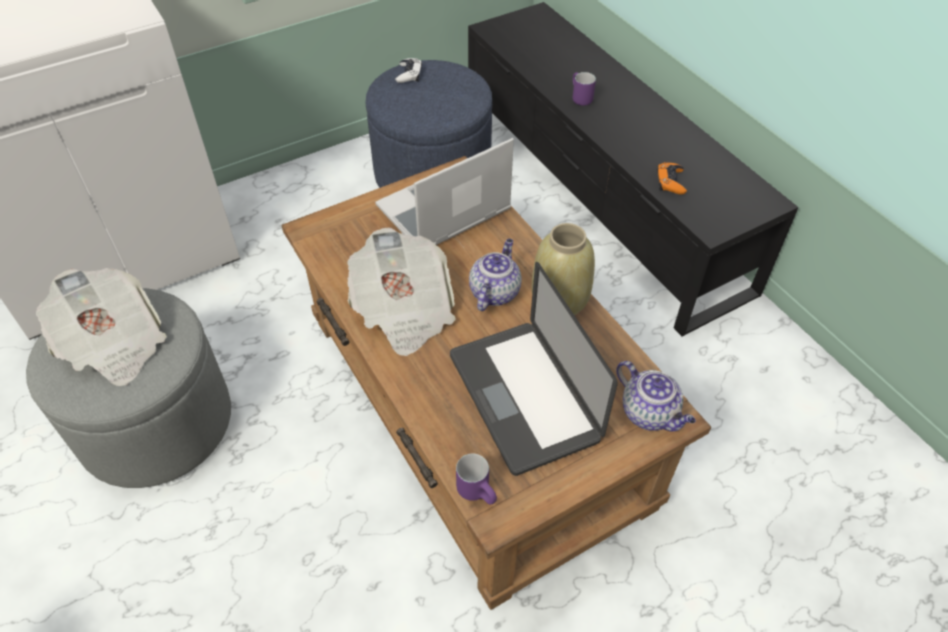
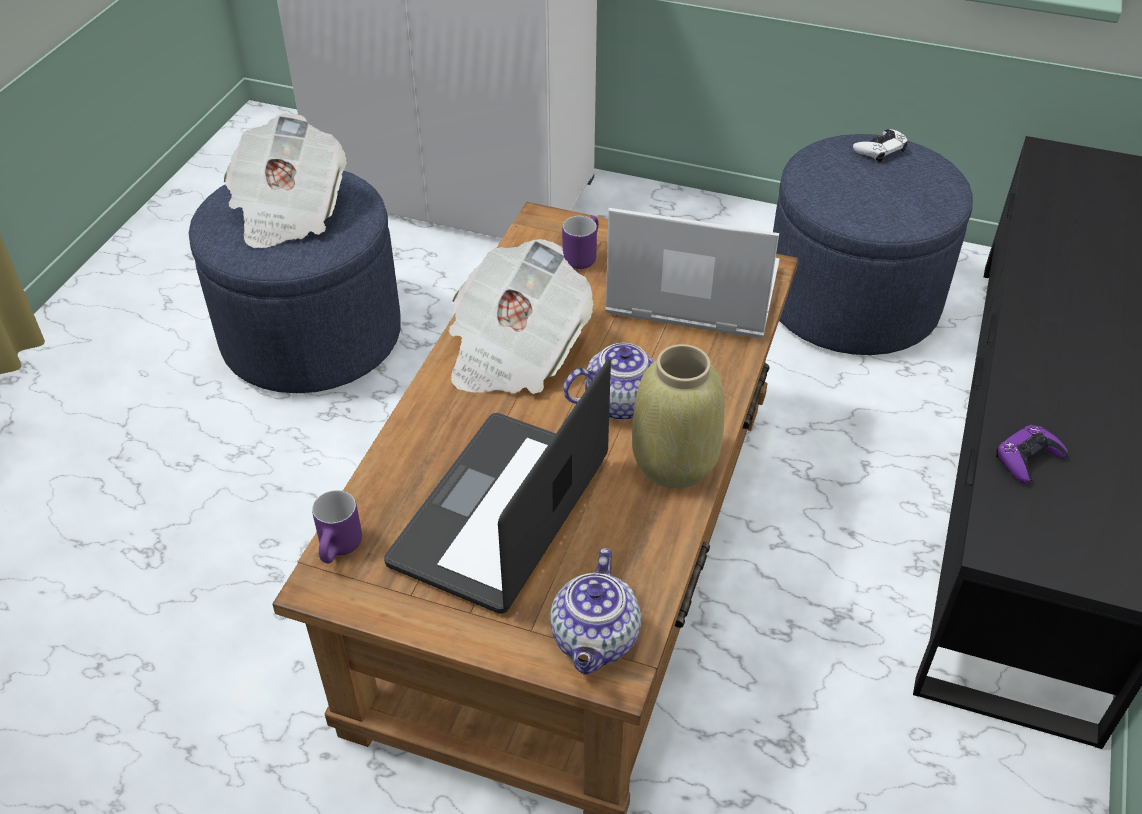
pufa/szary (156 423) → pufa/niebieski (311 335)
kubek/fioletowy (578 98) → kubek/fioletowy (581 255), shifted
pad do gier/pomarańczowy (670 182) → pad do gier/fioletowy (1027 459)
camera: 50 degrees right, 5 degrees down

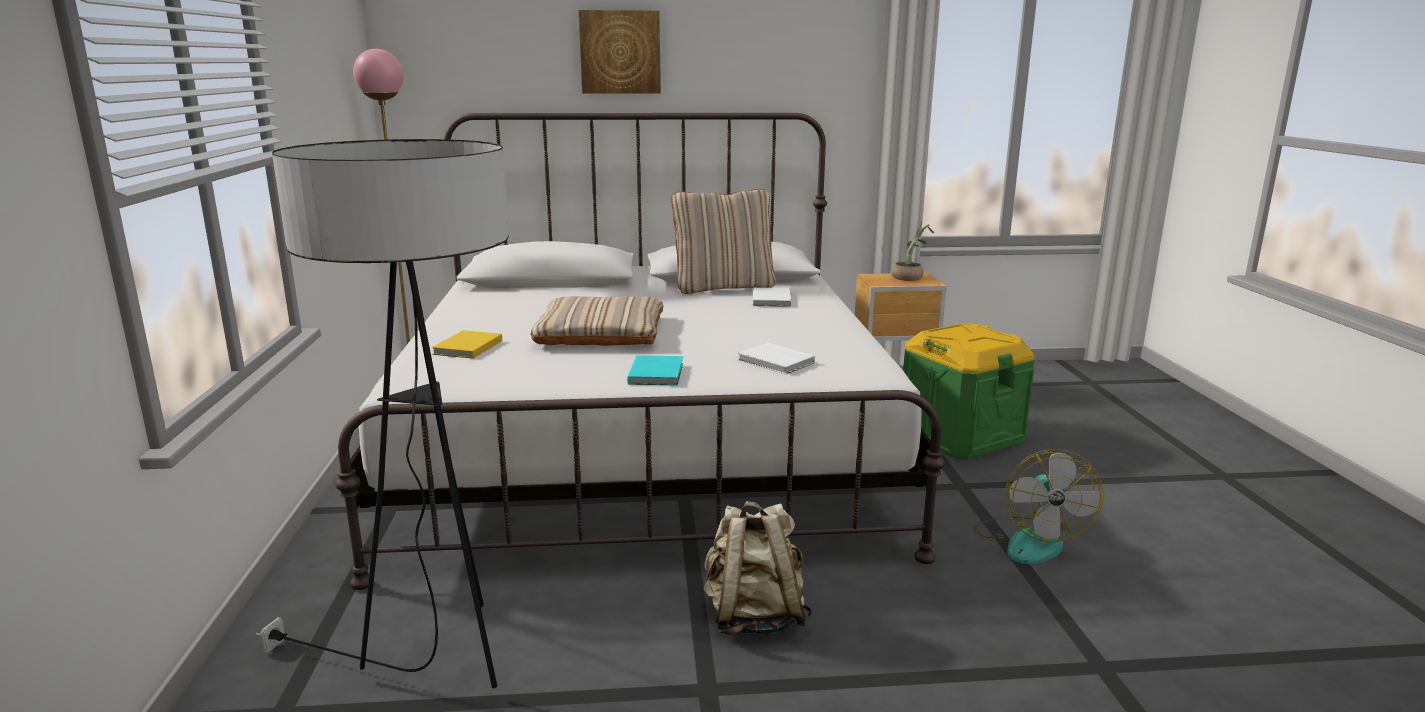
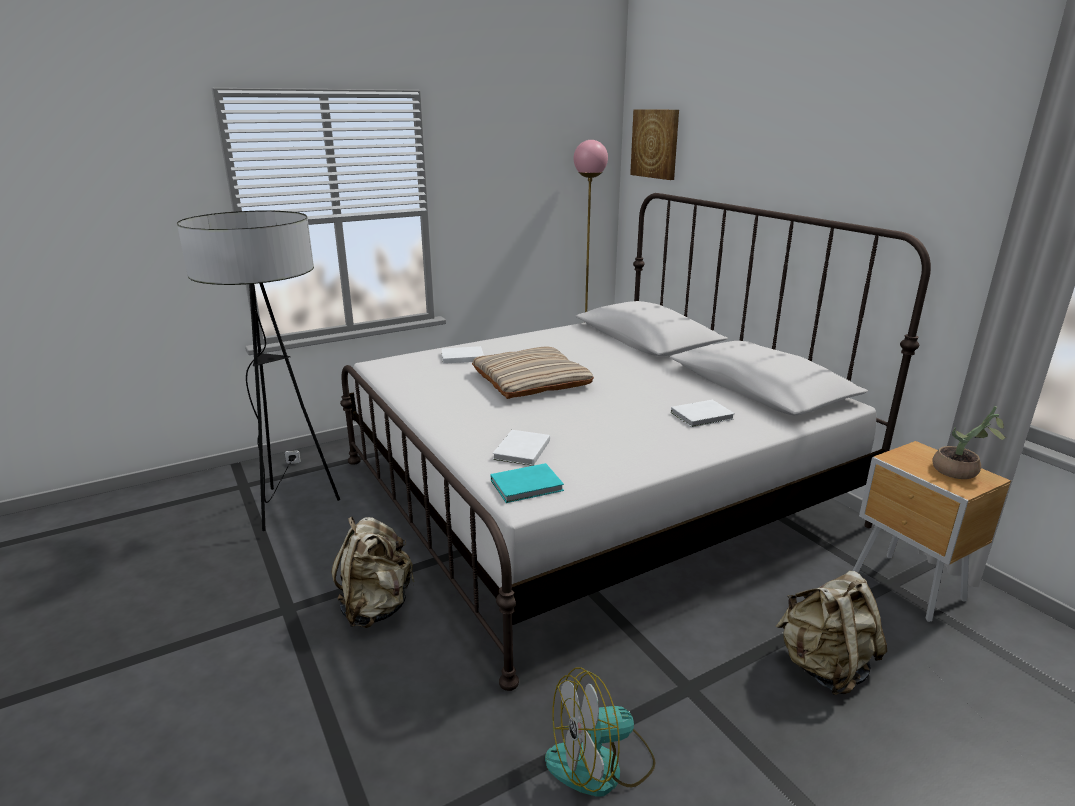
książka/żółty (466 348) → książka/biały (461 357)
obraz (620 52) → obraz (655 144), shifted
książka/turkusowy (657 373) → książka/turkusowy (528 485), shifted
poduszka/beżowy (723 287) → -
pojemnik do przechowywania/zielony (960 435) → plecak/beżowy (824 667)
camera: 65 degrees right, 5 degrees up

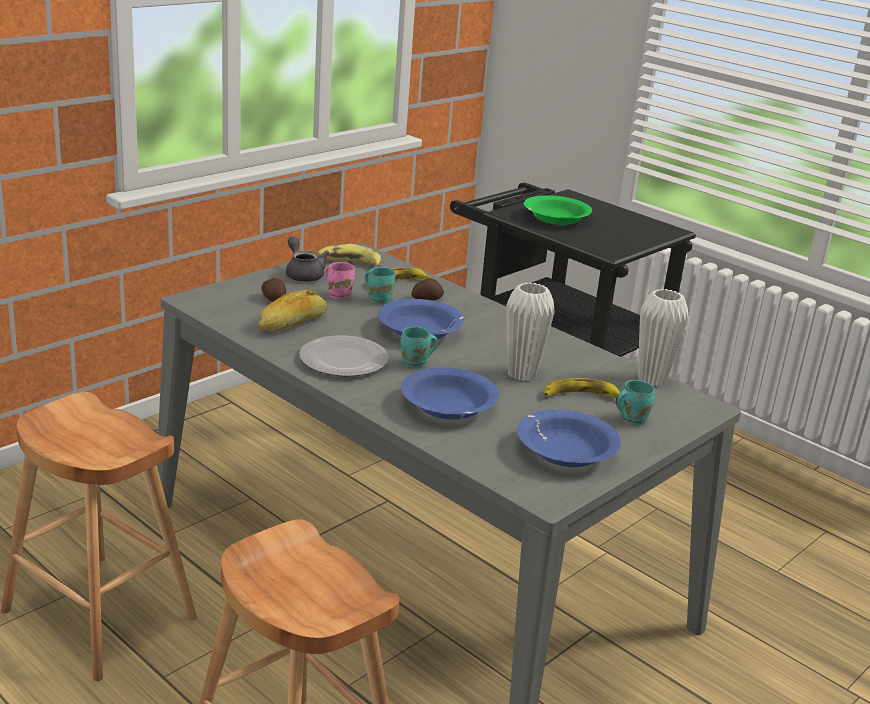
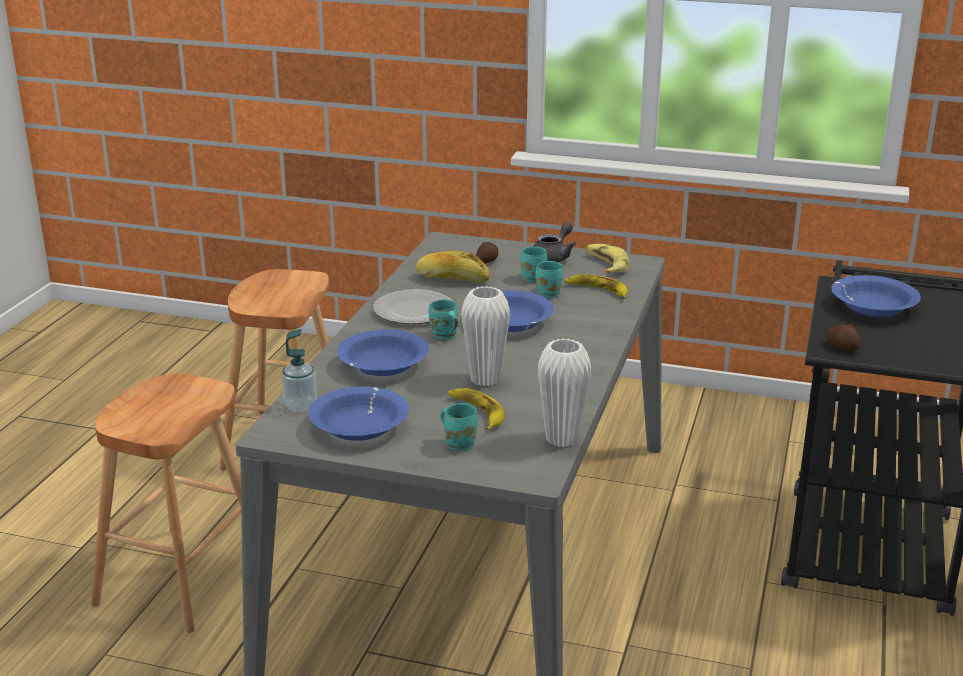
kubek/różowy (339 294) → kubek/turkusowy (534 278)
ziemniak (426 298) → ziemniak (842 347), shifted
miska/zielony (556 219) → miska/niebieski (873 307)
- → dozownik mydła (300 406)
camera: 65 degrees right, 0 degrees up

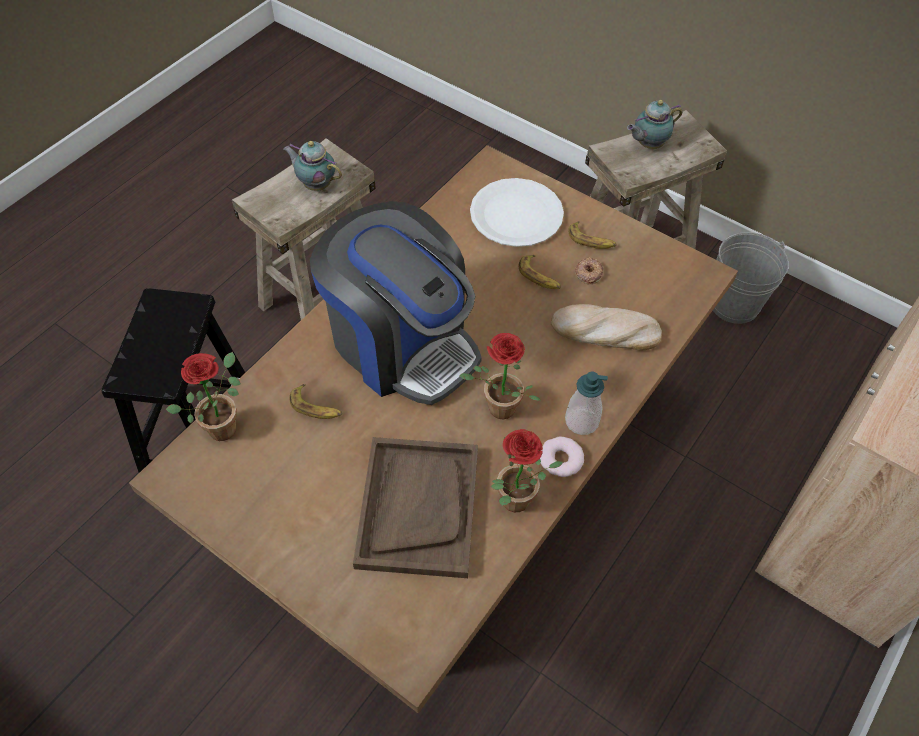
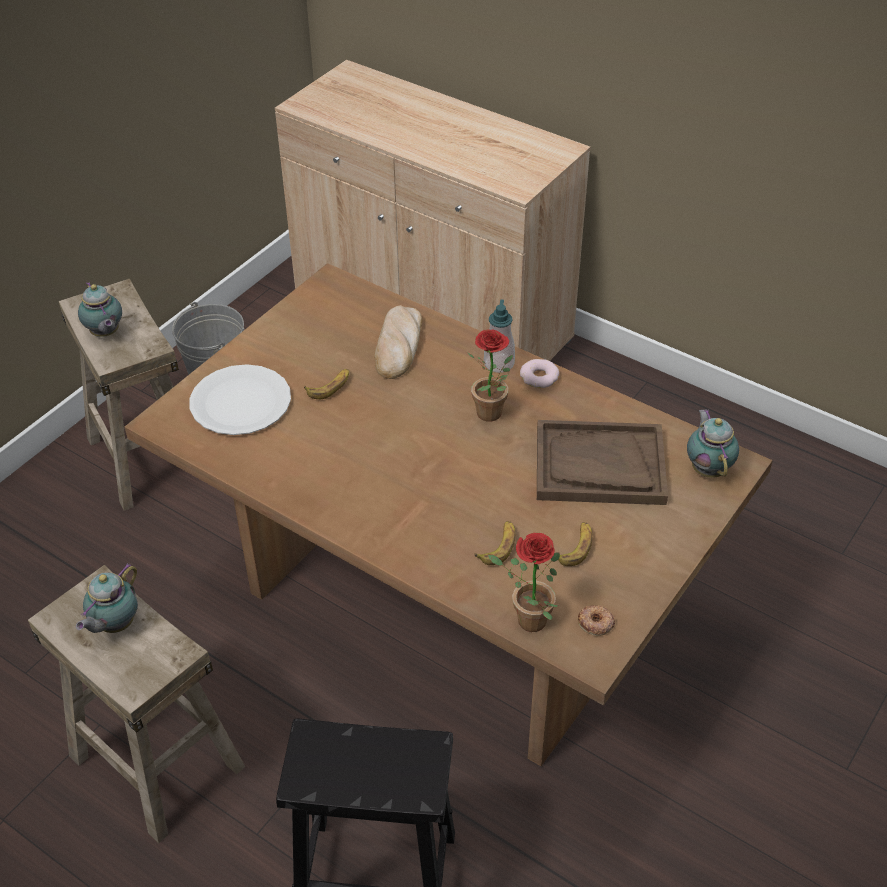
ekspres do kawy (401 343) → -
roślina doniczkowa (515 505) → -
banan (591 240) → banan (575 547), shifted
donut (588 273) → donut (595 623), shifted
- → imbryk (708 468)
camera: 90 degrees left, 10 degrees down

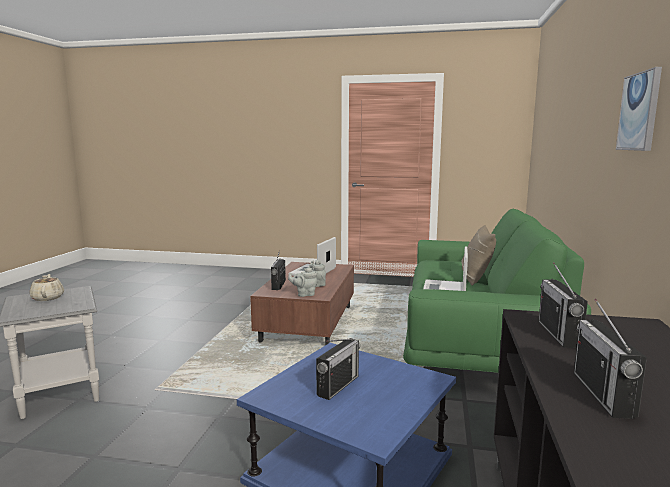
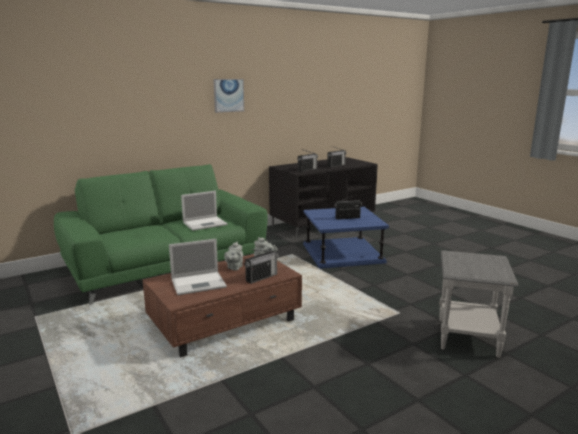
imbryk/beżowy (48 298) → -
poduszka/beżowy (475 278) → -
camera: 135 degrees left, 5 degrees up

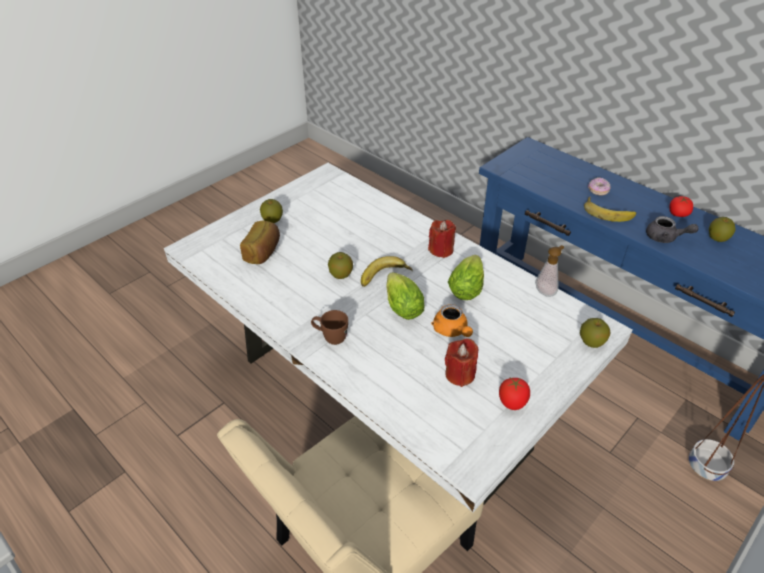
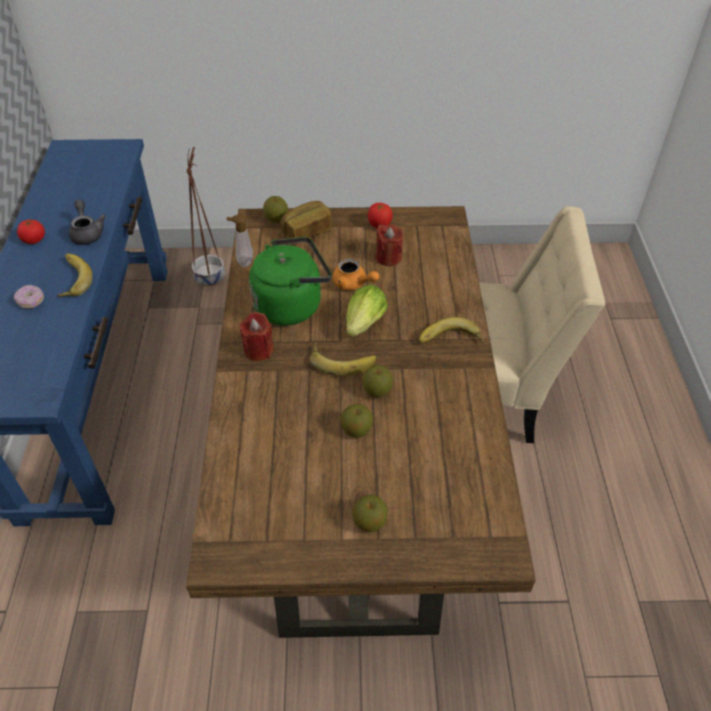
stół jadalny/biały (384 404) → stół jadalny/brązowy (354 476)
chleb (263 252) → chleb (306 231), shifted
kubek/brązowy (330 338) → banan (450 340)
imbryk/pomarańczowy (451 331) → imbryk/pomarańczowy (353 284), 105 degrees clockwise
sałata (467 287) → czajnik/zielony (291 305)
jabłko (717 238) → jabłko (356 430), shifted
camera: 135 degrees left, 5 degrees up

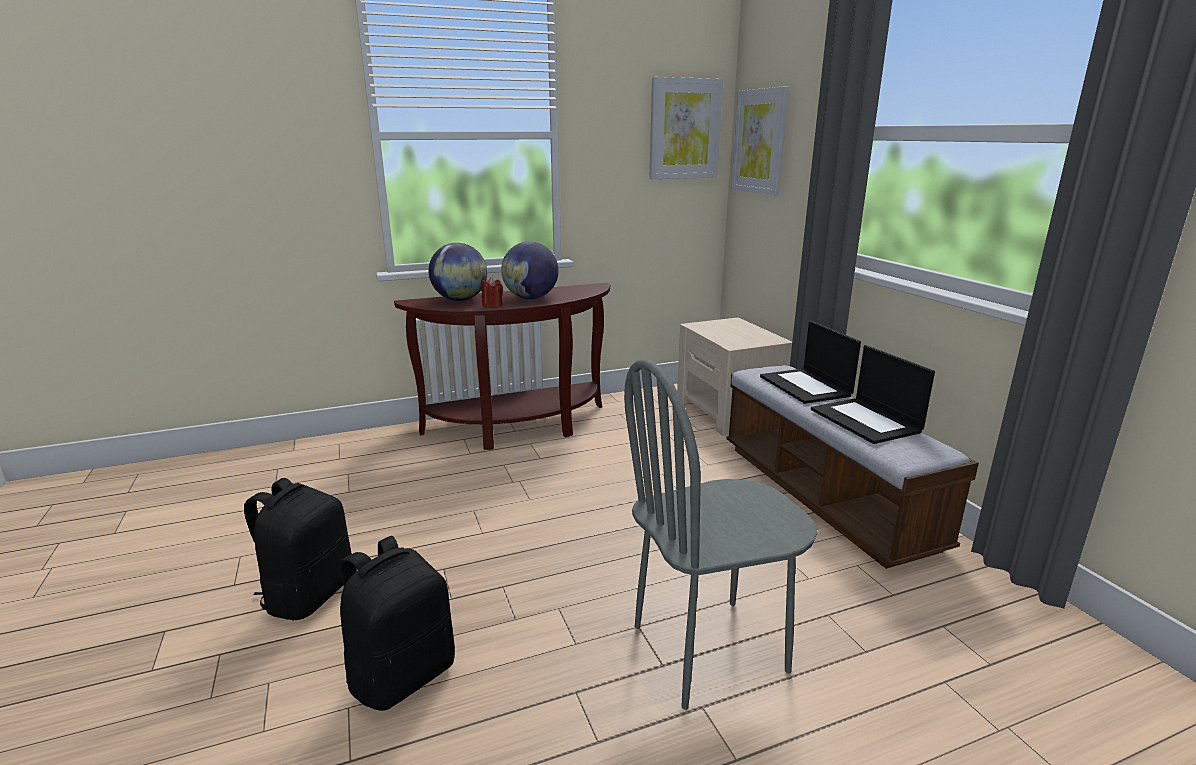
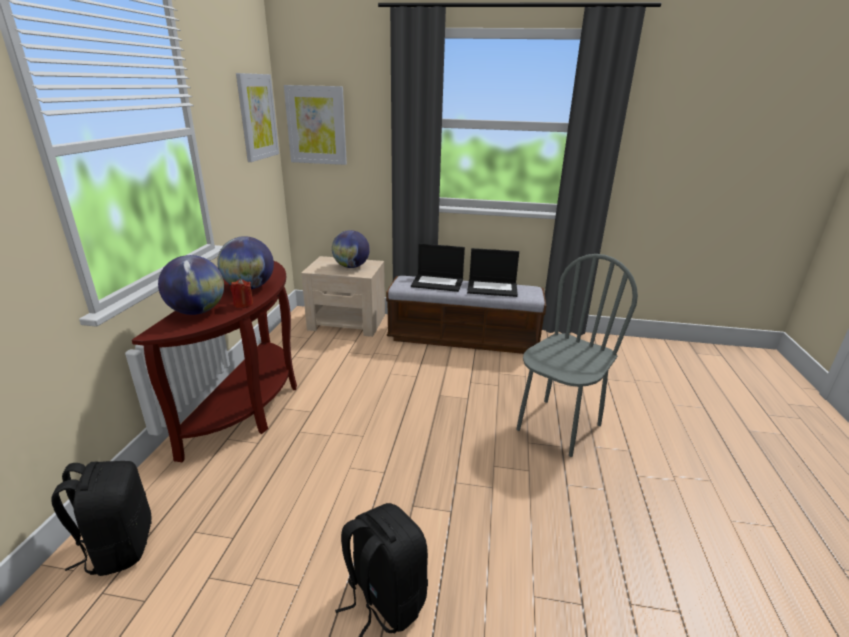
plecak/czarny (402 674) → plecak/czarny (119 547), shifted
krzesło/szary (709 649) → krzesło/szary (558 427), 150 degrees counterclockwise
- → globus (351 266)
camera: 60 degrees left, 5 degrees up

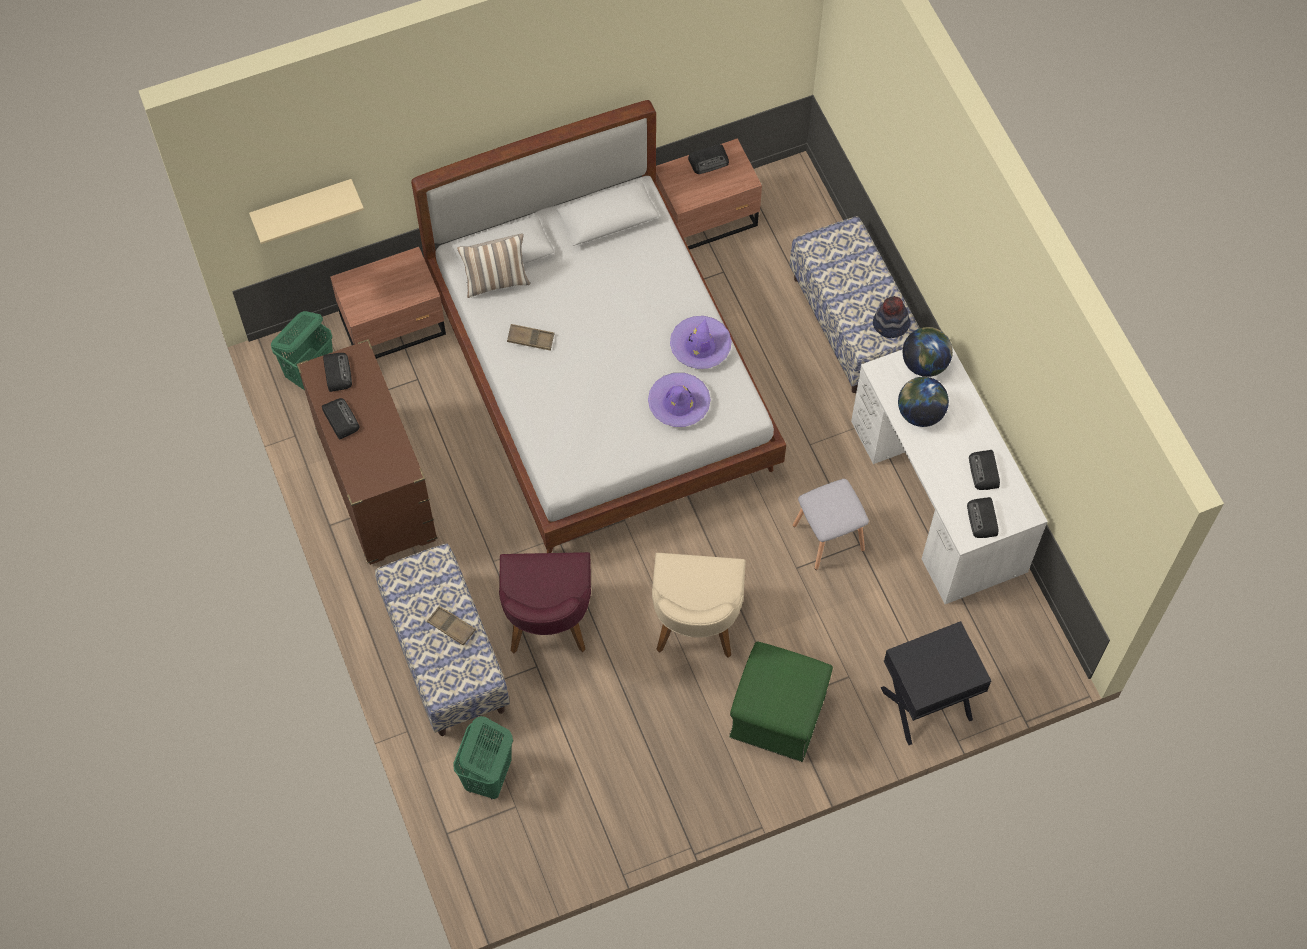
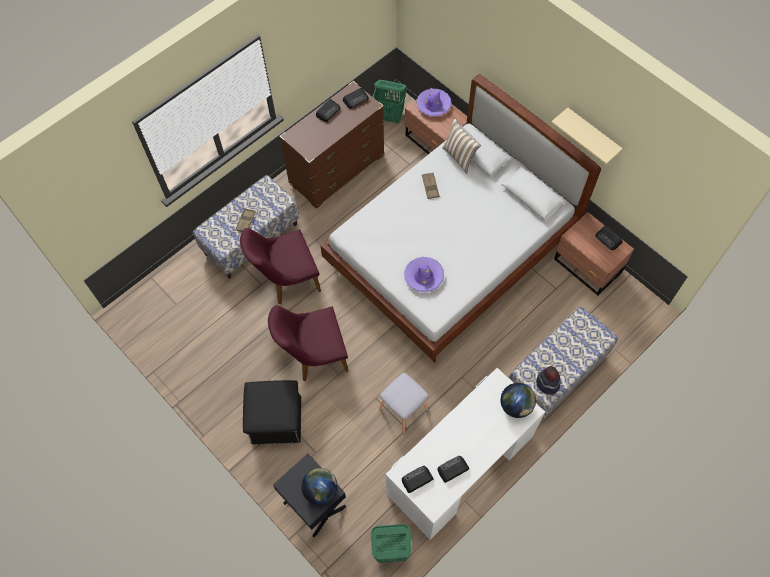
półka/beżowy (303 206) → półka/beżowy (592 135), shifted
kosz na pranie/zielony (488 777) → kosz na pranie/zielony (390 550), shifted
krzesło/beżowy (695 629) → krzesło/fioletowy (314 356)
kapelusz/fioletowy (700 346) → kapelusz/fioletowy (433 105), shifted
pufa/zielony (777 716) → pufa/czarny (275 420)
globus (920 413) → globus (321 490), shifted
camera: 70 degrees right, 0 degrees up

